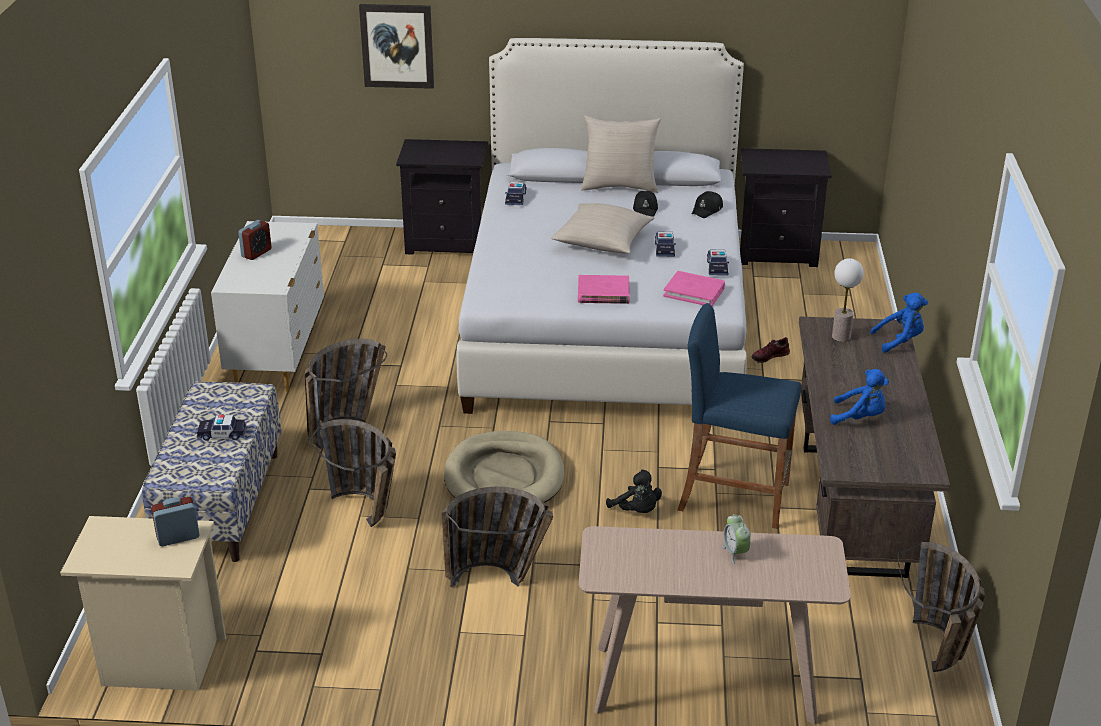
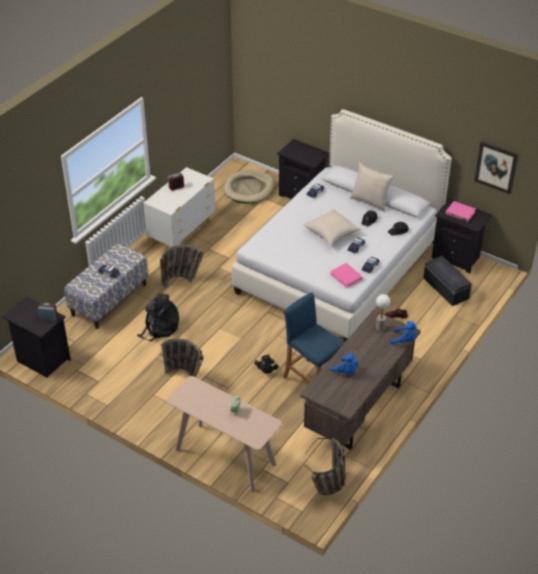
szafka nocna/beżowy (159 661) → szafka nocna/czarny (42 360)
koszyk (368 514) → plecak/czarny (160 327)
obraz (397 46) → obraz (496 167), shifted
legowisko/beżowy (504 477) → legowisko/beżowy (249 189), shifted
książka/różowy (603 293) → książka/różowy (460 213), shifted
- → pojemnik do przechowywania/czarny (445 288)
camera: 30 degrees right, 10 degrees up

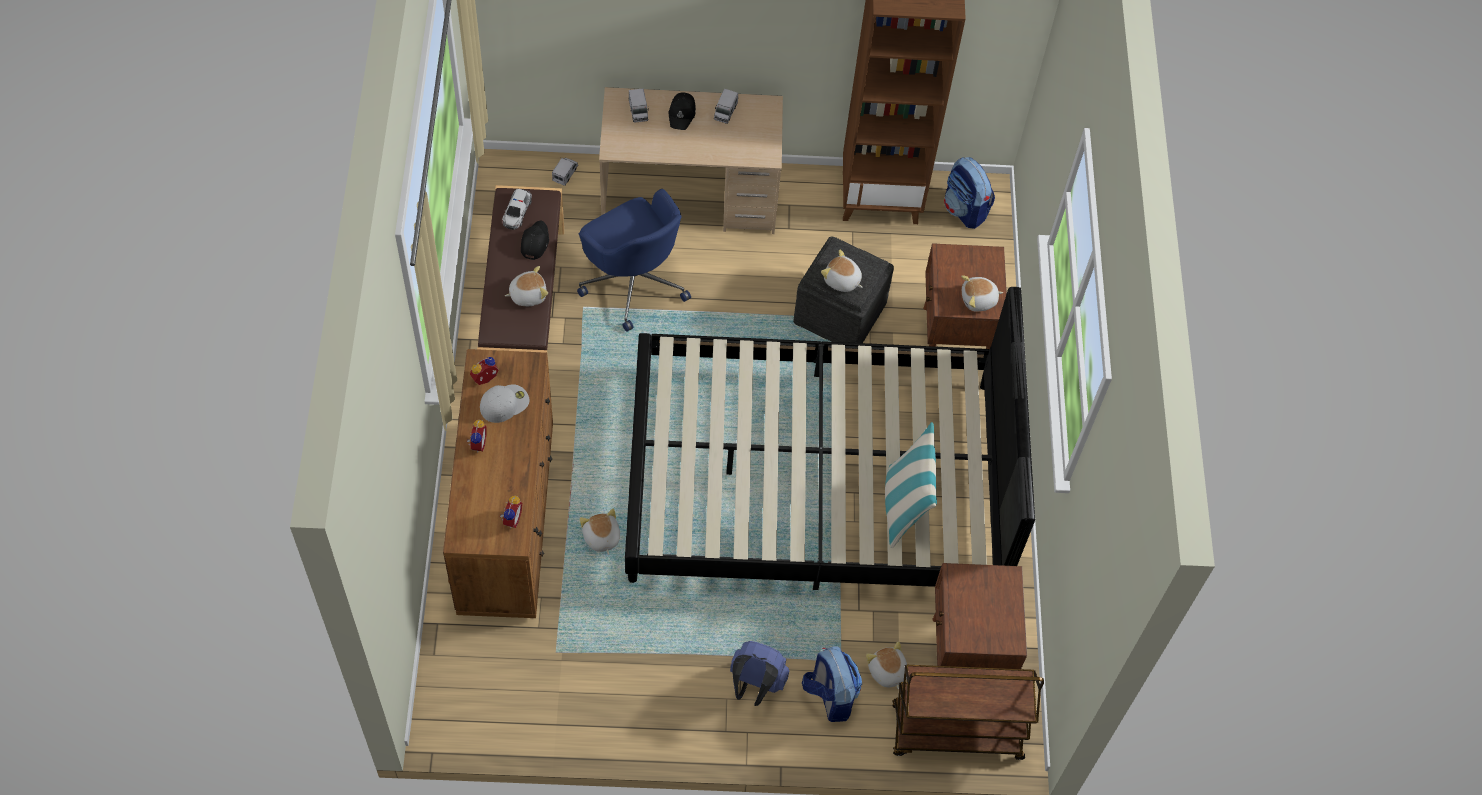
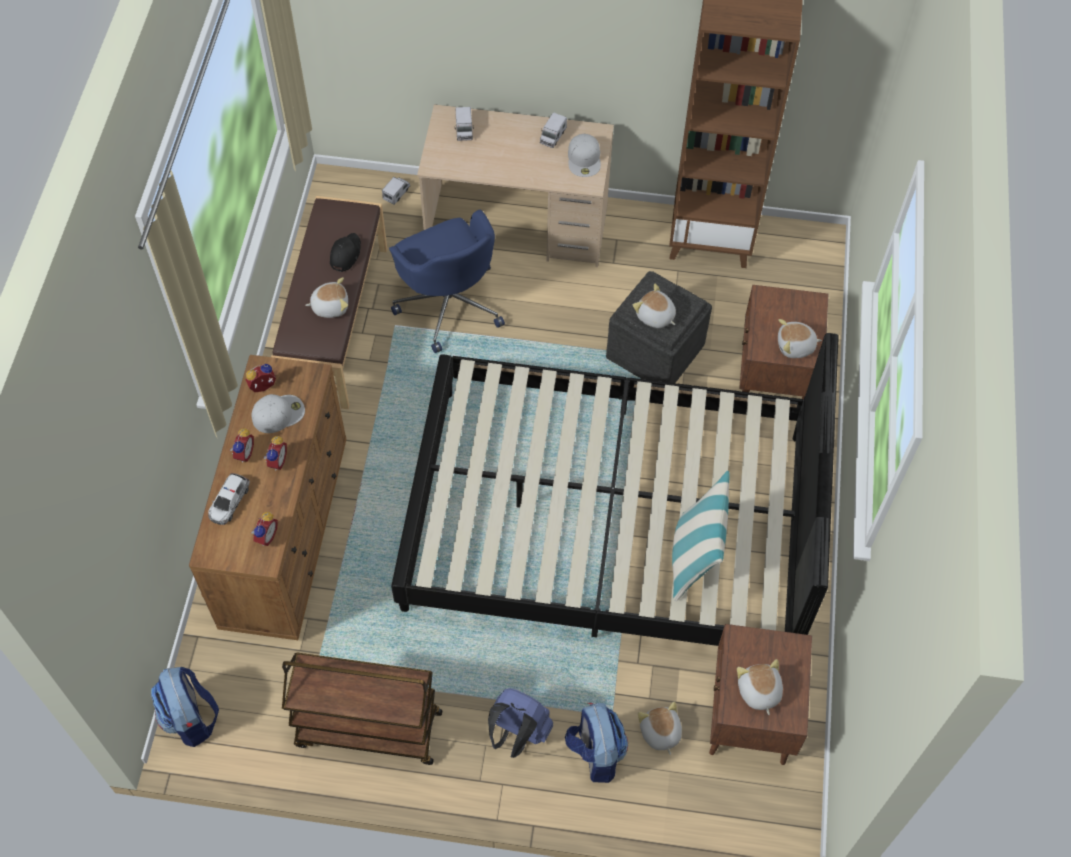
samochodzik (517 212) → samochodzik (229 501), shifted
pluszak (601 538) → pluszak (758 692), shifted
czapka z daszkiem/czarny (682 114) → -
wózek/brązowy (955 733) → wózek/brązowy (367 729), shifted
plecak (965 210) → plecak (191 718), shifted
- → budzik (276 461)
- → czapka z daszkiem/biały (584 159)
camera: 10 degrees right, 0 degrees up

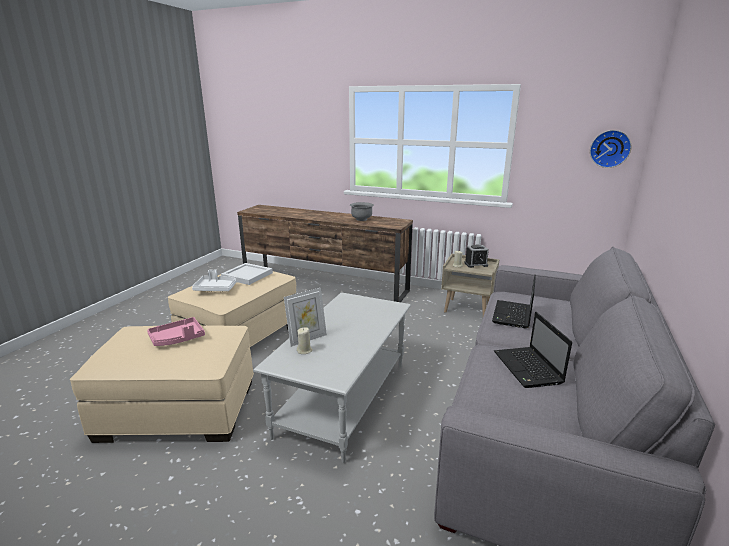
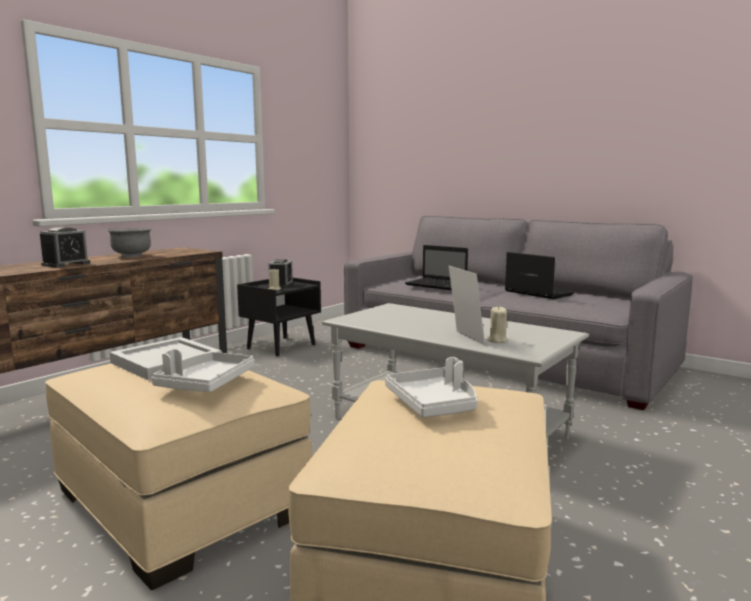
taca/różowy (177 338) → taca/biały (434 404)
szafka nocna/beżowy (468 308) → szafka nocna/czarny (281 346)
laptop (528 368) → laptop (536 293), 135 degrees counterclockwise
zegar ścienny (609 148) → -
- → budzik (66 264)
camera: 75 degrees left, 10 degrees down

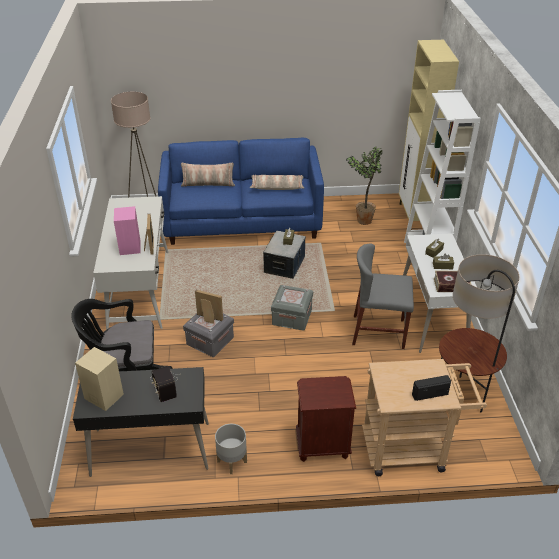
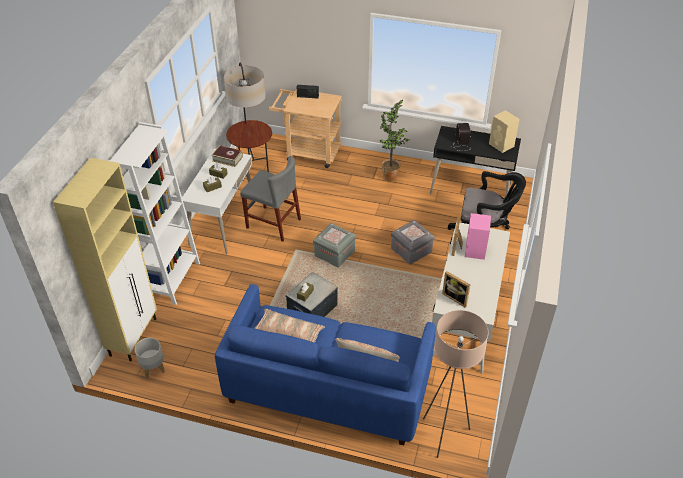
ramka na zdjęcie (208 319) → ramka na zdjęcie (456 298), shifted
donica/szary (232 461) → donica/szary (153 368), shifted
szafka nocna/brązowy (322 446) → -
roślina doniczkowa (363 219) → roślina doniczkowa (390 178), shifted
camera: 160 degrees left, 5 degrees up

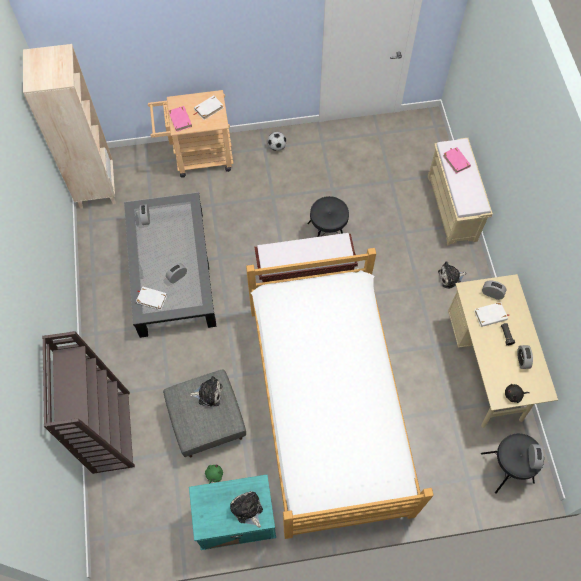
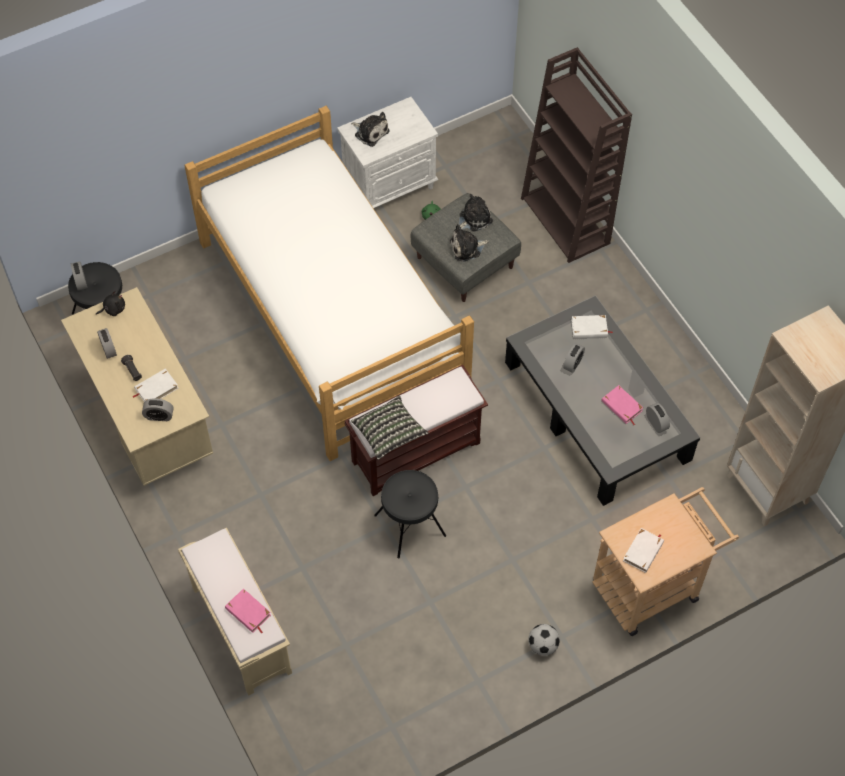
książka/różowy (180 120) → książka/różowy (621 406), shifted
szafka nocna/turkusowy (235 521) → szafka nocna/biały (390 185)
pluszak (450 277) → pluszak (473 218), shifted
- → poduszka (389 433)
camera: 160 degrees right, 5 degrees down

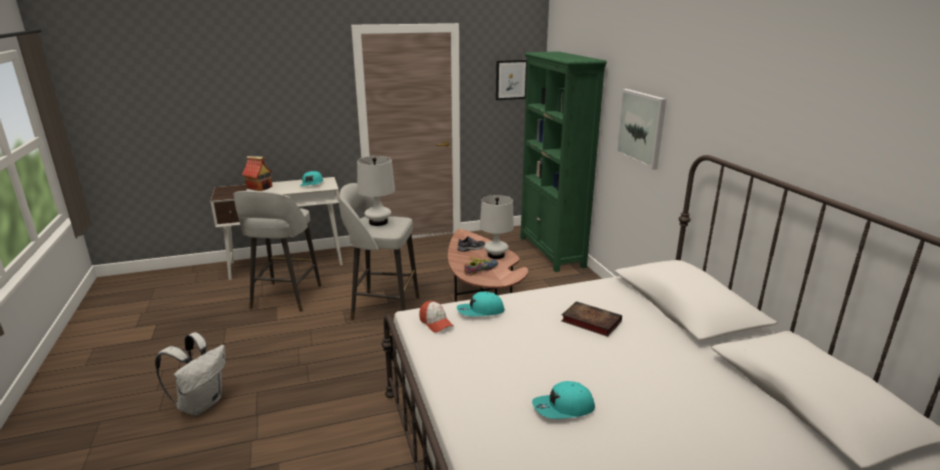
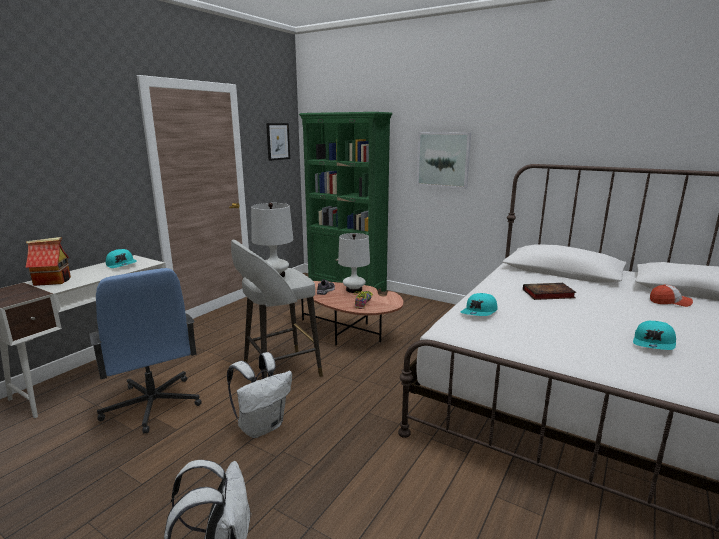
stołek/szary (285 298) → krzesło biurowe/niebieski (152 405)
czapka z daszkiem (435 323) → czapka z daszkiem (669 302), shifted
- → plecak/biały (262 426)
camera: 40 degrees left, 5 degrees down

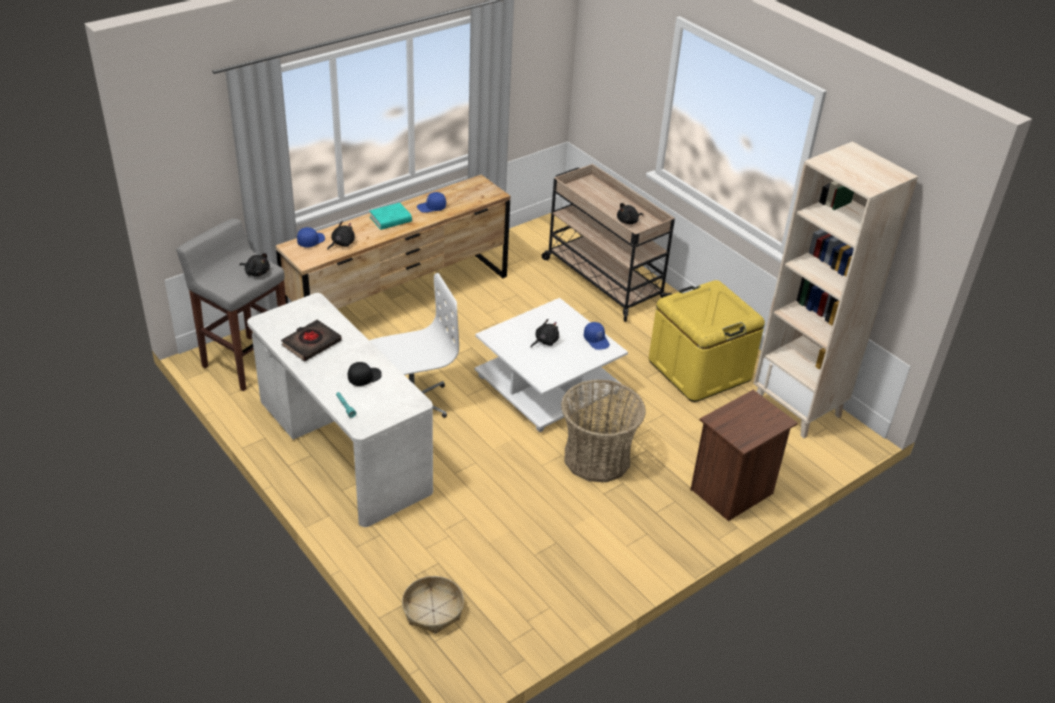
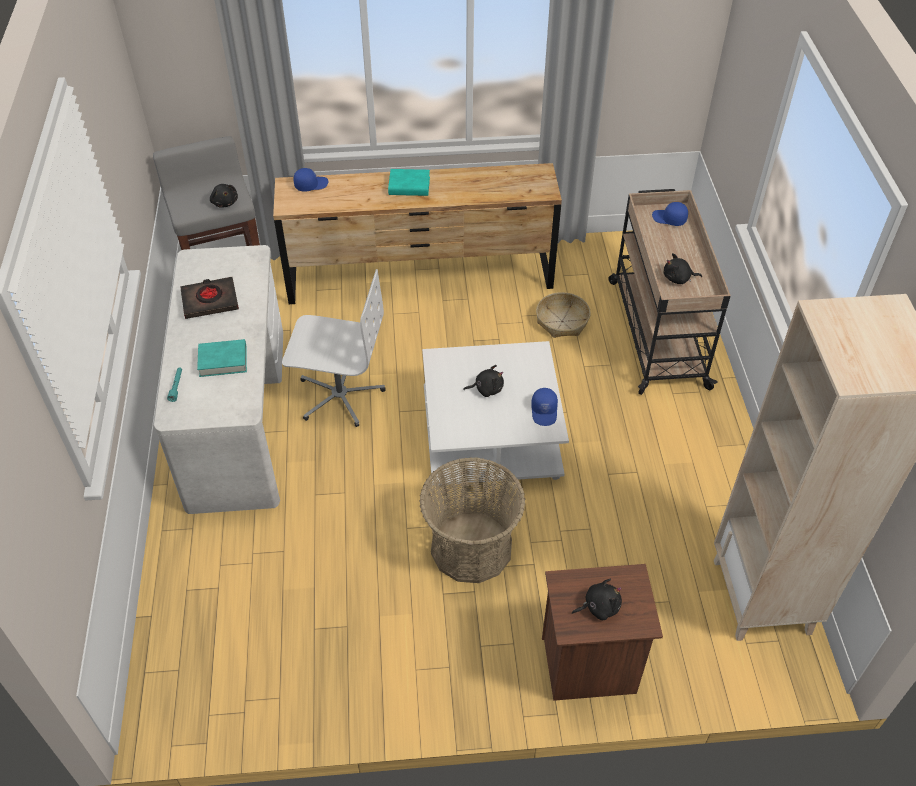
pluszak/czarny (341 244) → pluszak/czarny (599 607), shifted
czapka z daszkiem/czarny (364 377) → książka/turkusowy (223 361)
koszyk (432 611) → koszyk (562 321), shifted
czapka z daszkiem/niebieski (431 208) → czapka z daszkiem/niebieski (669 219), shifted
pojemnik do przechowywania/żółty (699 370) → -
camera: 35 degrees right, 10 degrees up

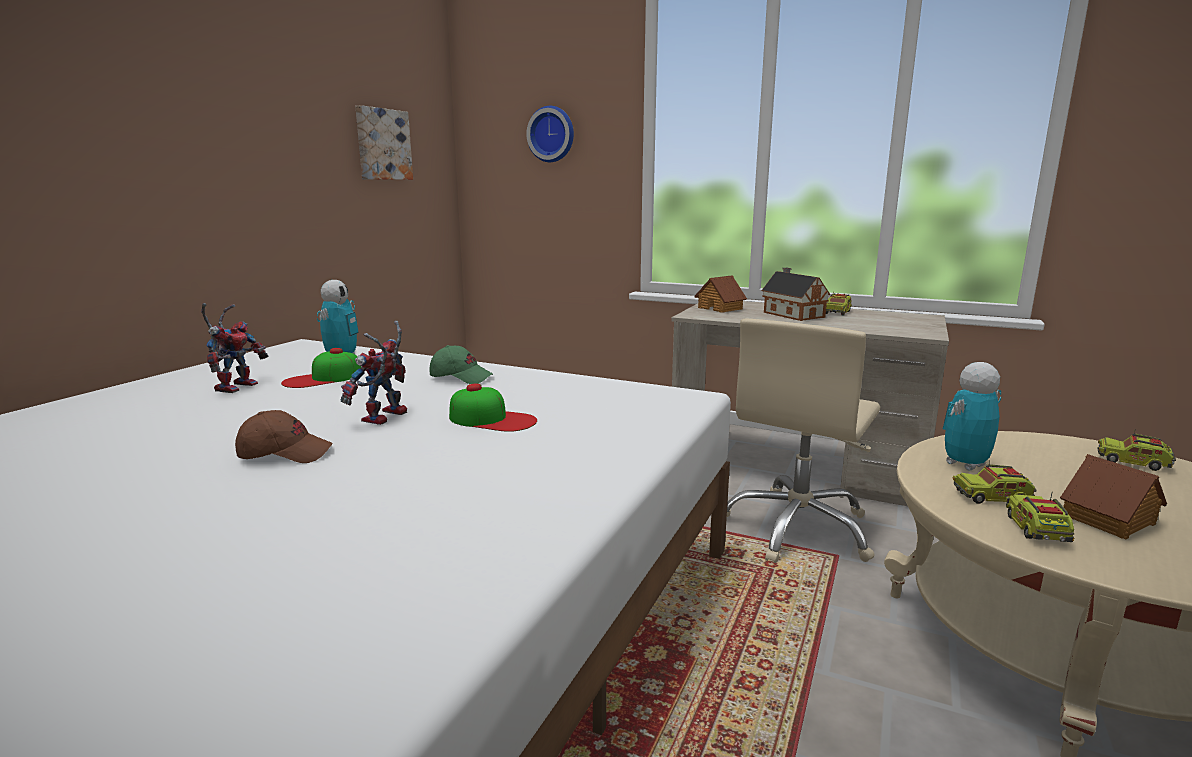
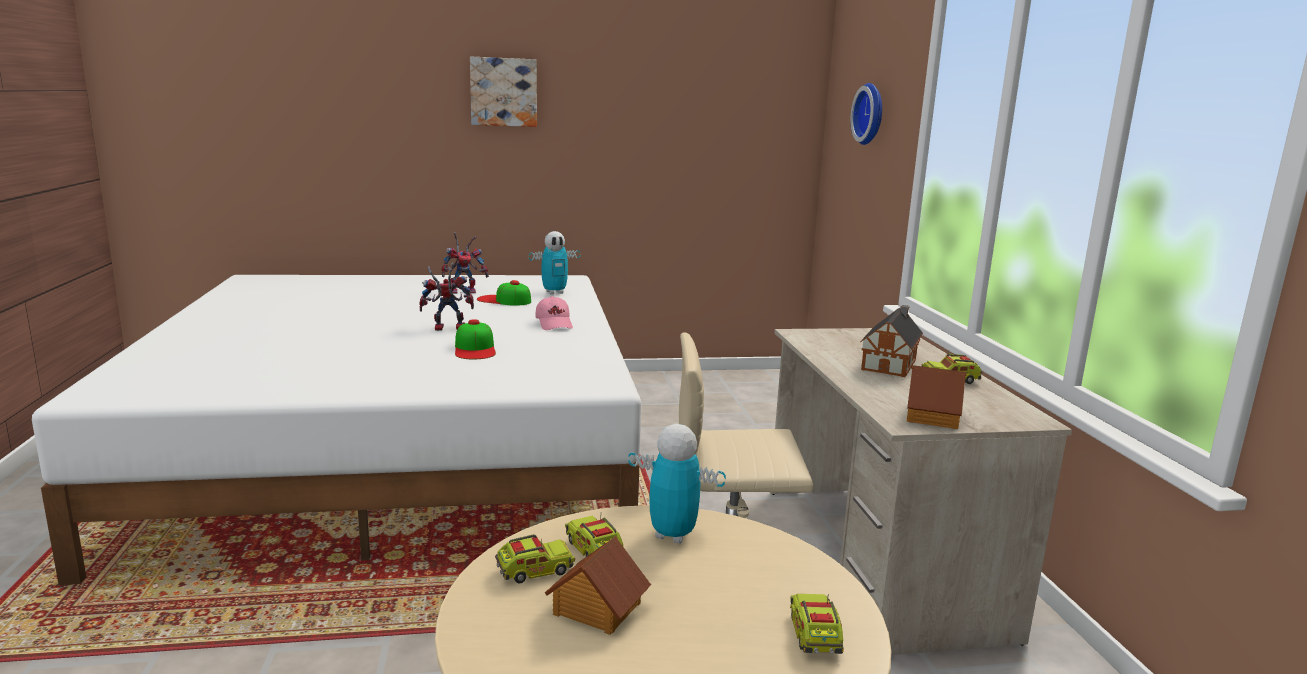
czapka z daszkiem/brązowy (285 453) → -
obraz (382 144) → obraz (503 92), shifted
czapka z daszkiem/zielony (461 377) → czapka z daszkiem/różowy (554 324)
domek (720 308) → domek (933 416), shifted
camera: 55 degrees right, 0 degrees up

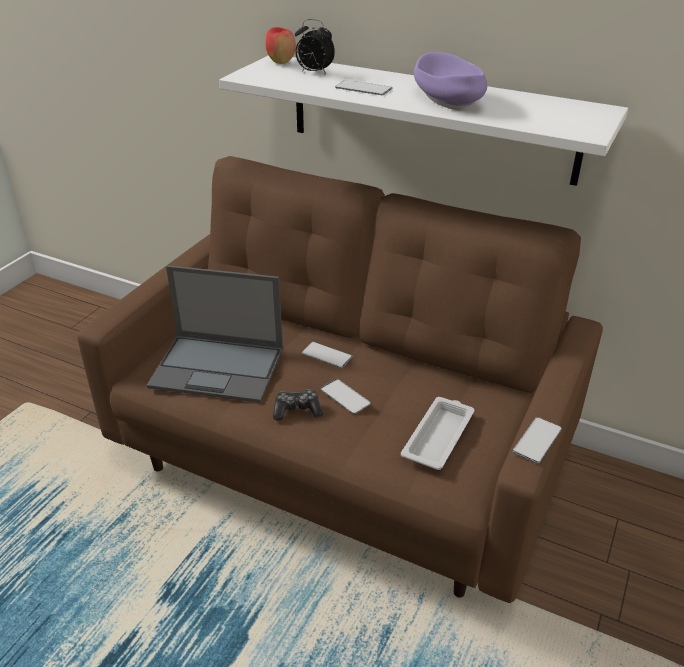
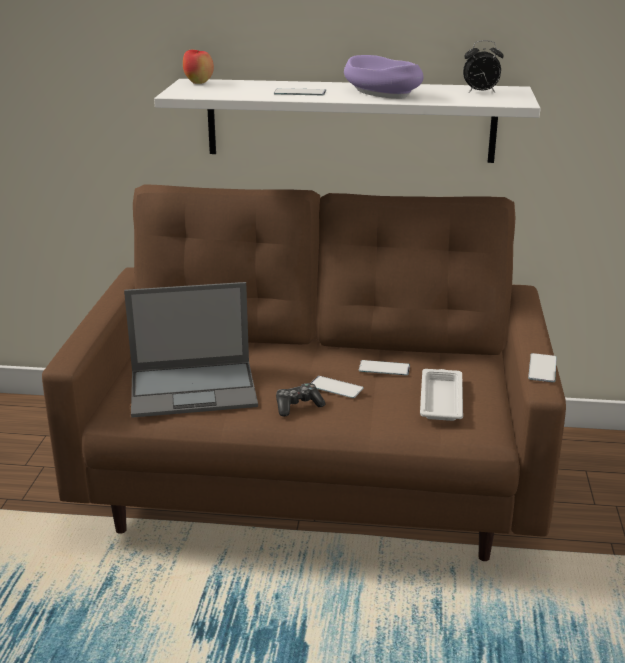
budzik (314 72) → budzik (480 92), shifted
telefon (326 355) → telefon (384 368), shifted
camera: 20 degrees left, 10 degrees down

